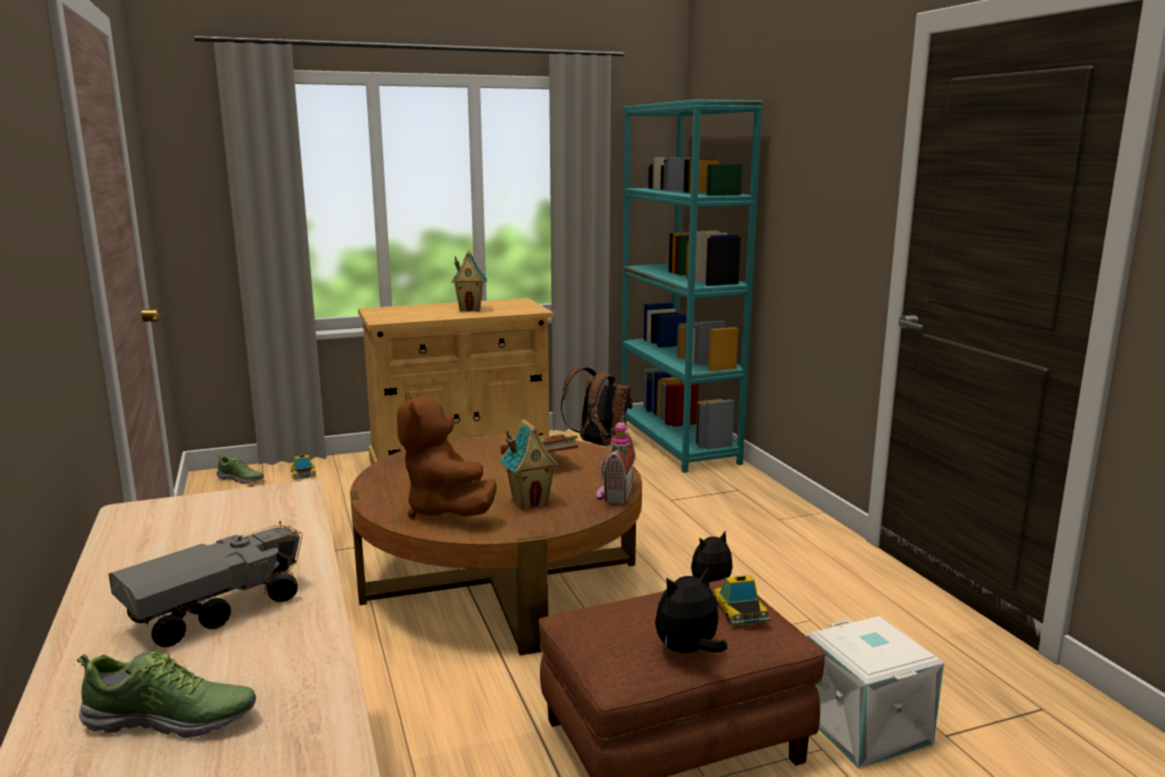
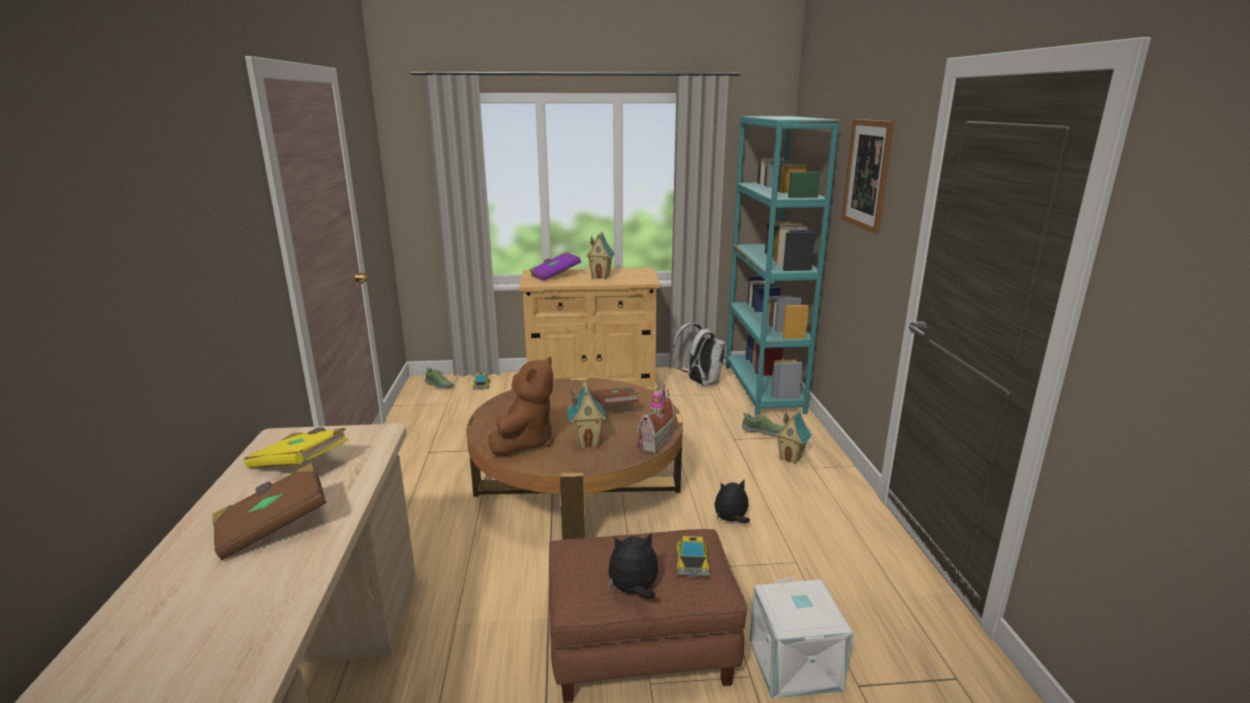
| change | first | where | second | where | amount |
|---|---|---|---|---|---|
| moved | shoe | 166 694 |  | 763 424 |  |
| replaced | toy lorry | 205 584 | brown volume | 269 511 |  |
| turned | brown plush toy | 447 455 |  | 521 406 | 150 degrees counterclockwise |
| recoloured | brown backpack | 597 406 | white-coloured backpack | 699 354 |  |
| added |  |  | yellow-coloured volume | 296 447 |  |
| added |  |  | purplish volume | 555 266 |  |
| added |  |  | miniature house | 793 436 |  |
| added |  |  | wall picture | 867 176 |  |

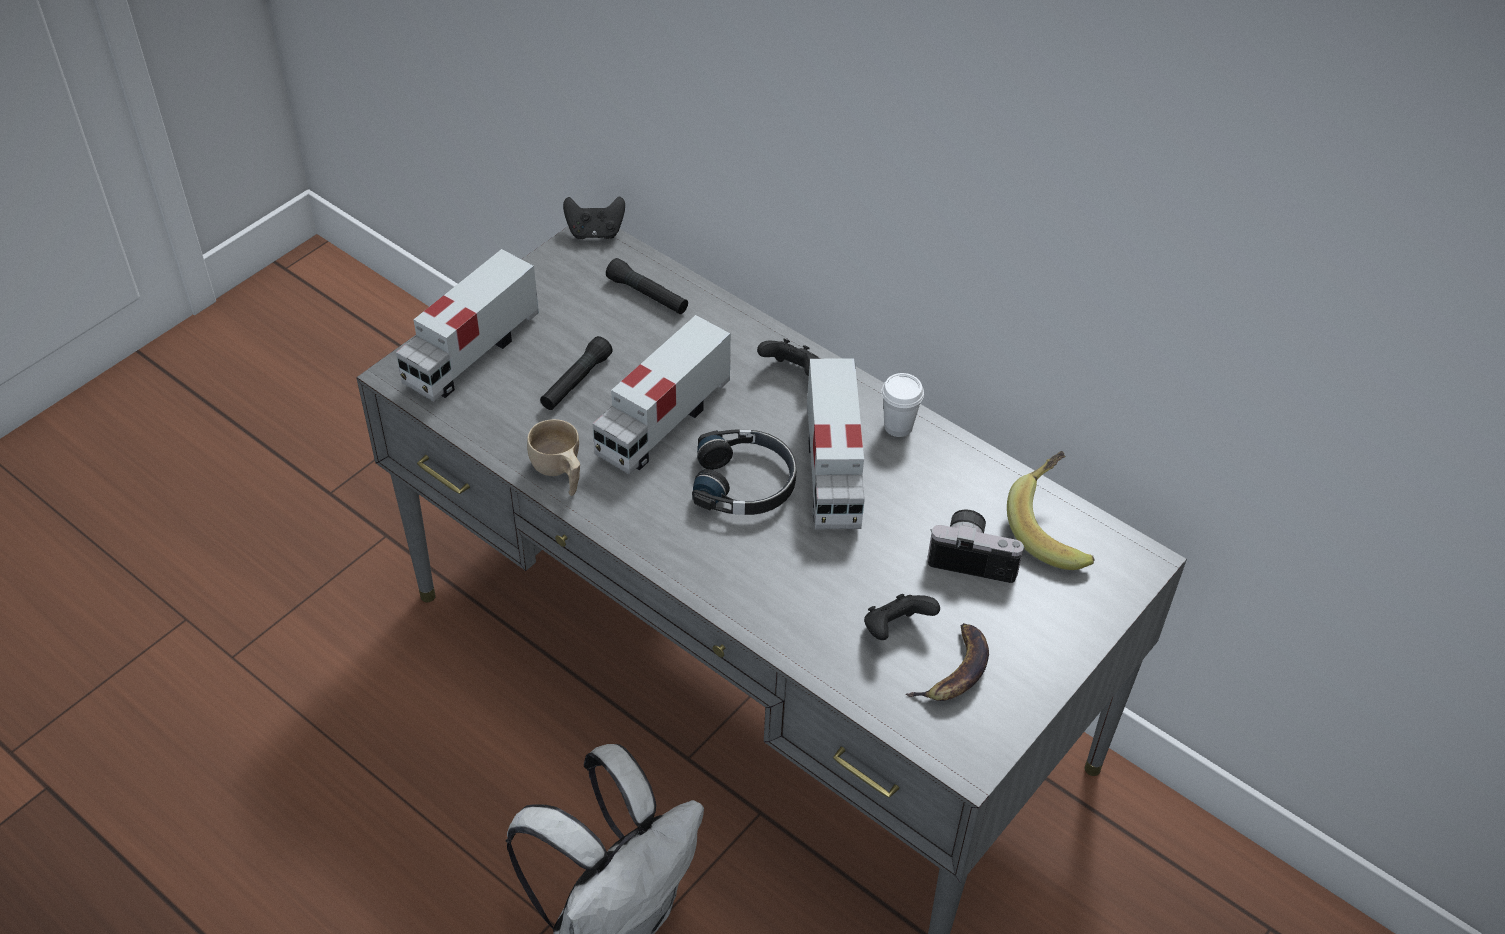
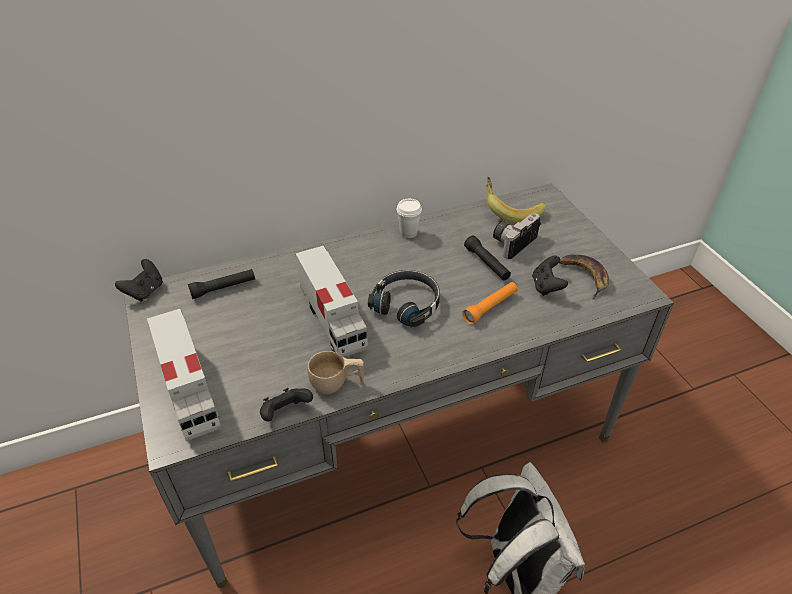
| change | first | where | second | where | amount |
|---|---|---|---|---|---|
| moved | black flashlight | 576 373 |  | 487 258 |  |
| moved | black joypad | 788 357 |  | 286 405 |  |
| removed | toy lorry | 836 444 |  |  |  |
| added |  |  | orange flashlight | 490 303 |  |

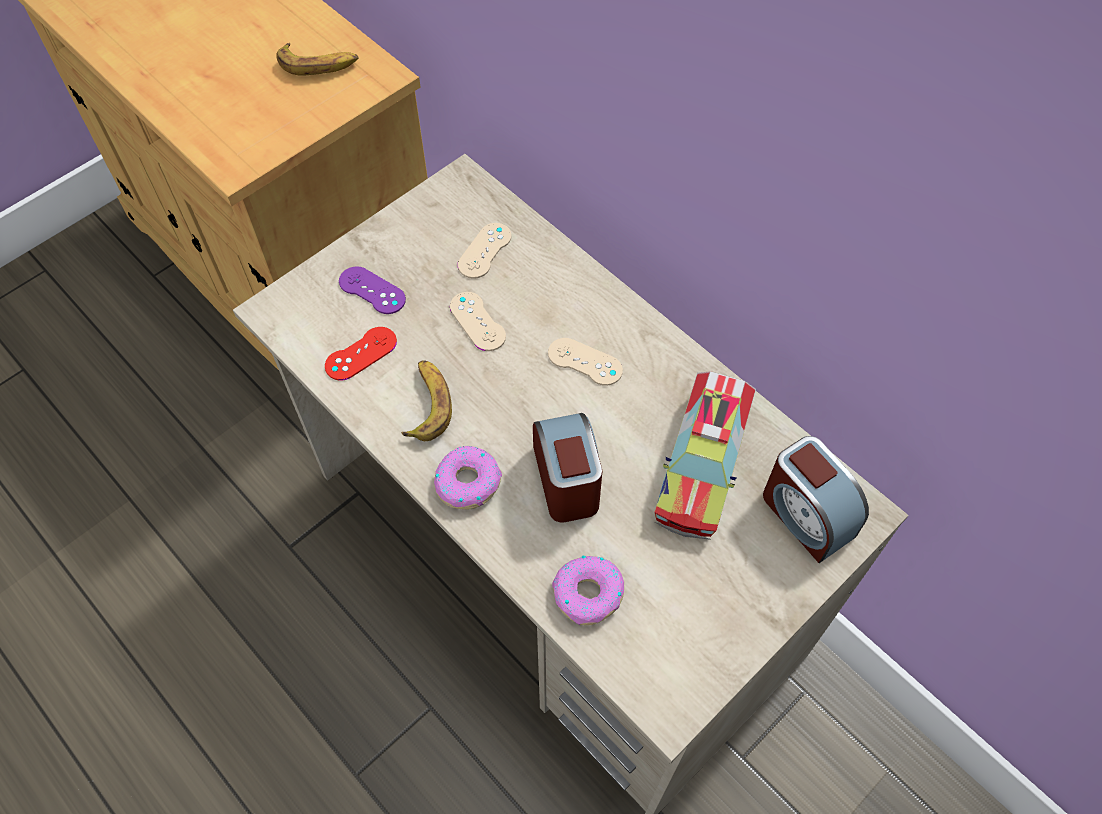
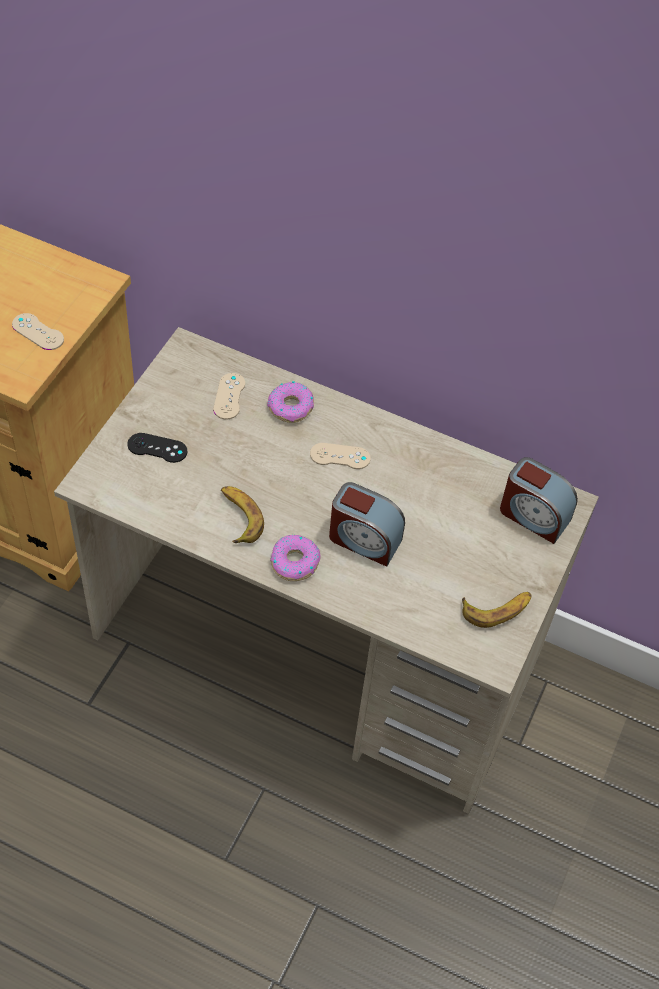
| change | first | where | second | where | amount |
|---|---|---|---|---|---|
| moved | banana fruit | 317 59 |  | 497 610 |  |
| removed | red joypad | 361 353 |  |  |  |
| recoloured | purplish joypad | 372 290 | black joypad | 157 448 |  |
| moved | sand-coloured joypad | 478 321 |  | 38 331 |  |
| turned | alarm clock | 567 468 |  | 367 524 | 150 degrees clockwise |
| moved | doughnut | 588 590 |  | 290 402 |  |
| removed | toy lorry | 705 455 |  |  |  |

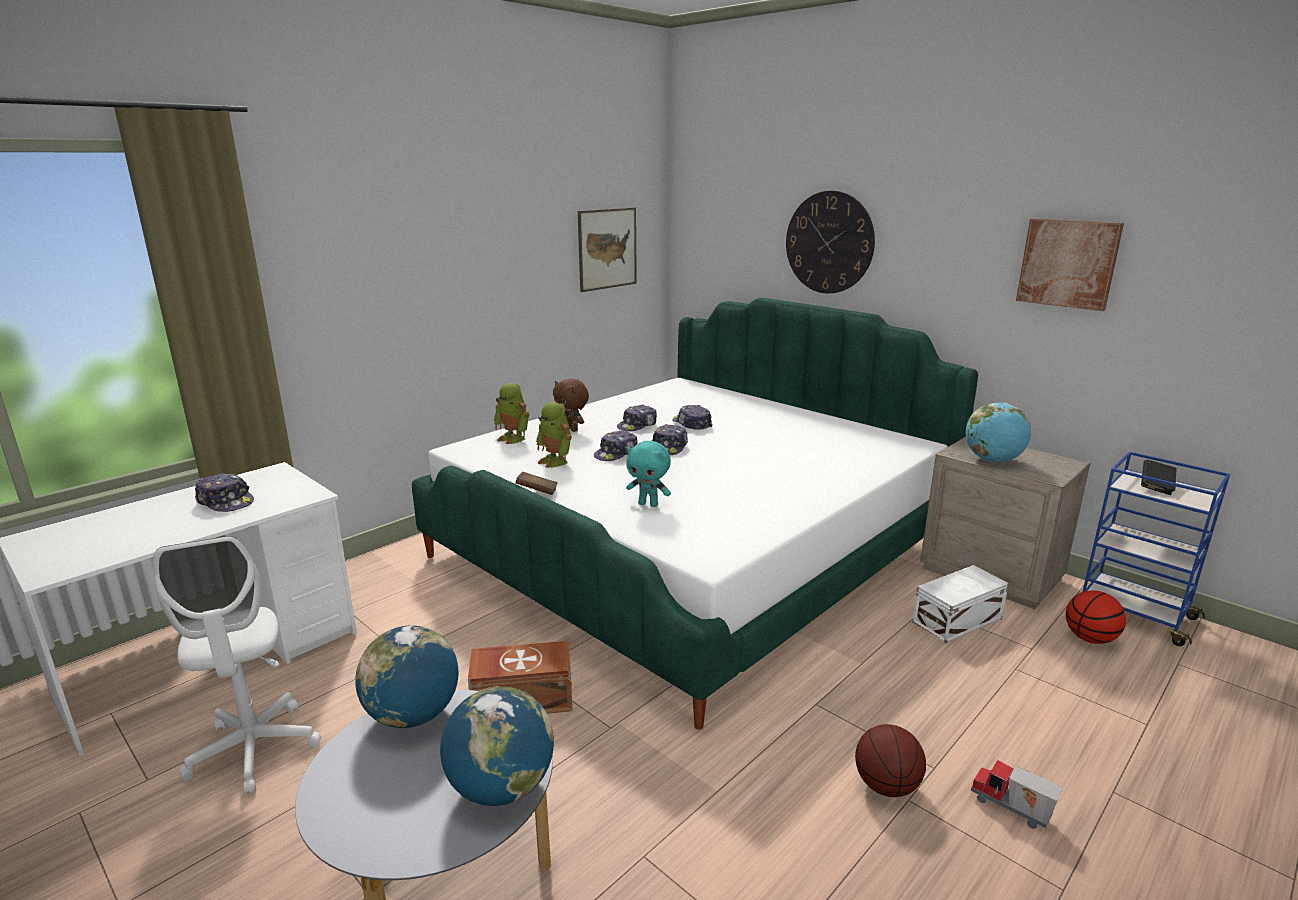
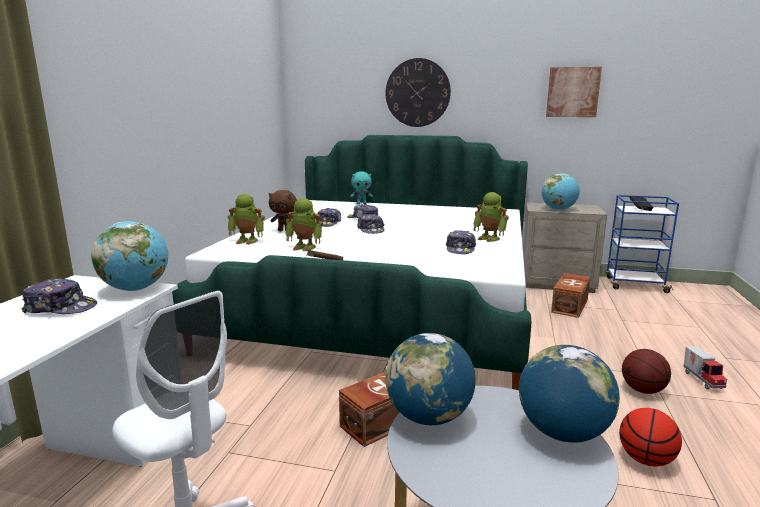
| change | first | where | second | where | amount |
|---|---|---|---|---|---|
| removed | wall picture | 607 249 |  |  |  |
| moved | baseball cap | 616 445 |  | 461 242 |  |
| moved | turquoise-coloured plush toy | 648 474 |  | 361 187 |  |
| recoloured | white-coloured storage bin | 960 604 | brown storage bin | 570 295 |  |
| turned | toy lorry | 1017 794 |  | 705 368 | 105 degrees counterclockwise |
| moved | basketball ball | 1096 617 |  | 650 437 |  |
| added |  |  | desk globe | 129 256 |  |
| added |  |  | toy robot | 491 217 |  |

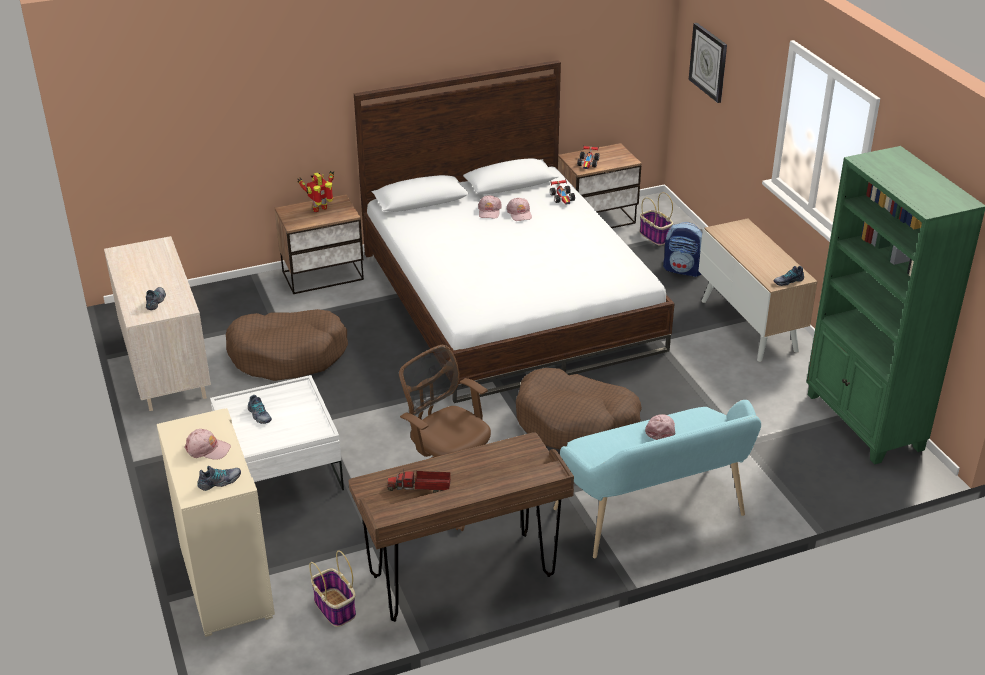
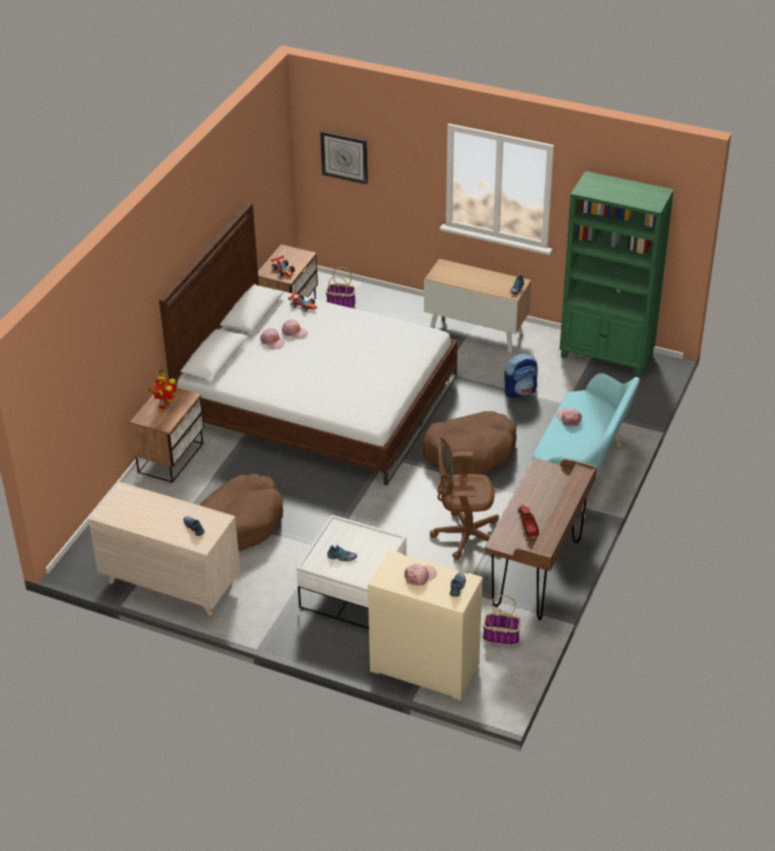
| change | first | where | second | where | amount |
|---|---|---|---|---|---|
| turned | toy lorry | 419 481 |  | 528 521 | 120 degrees clockwise |
| moved | backpack | 682 249 |  | 521 375 |  |

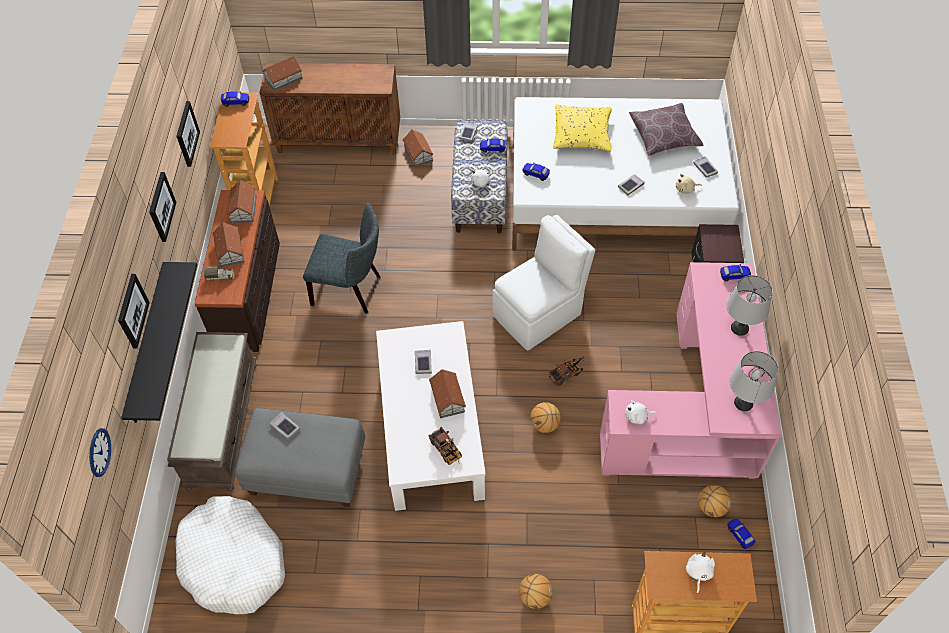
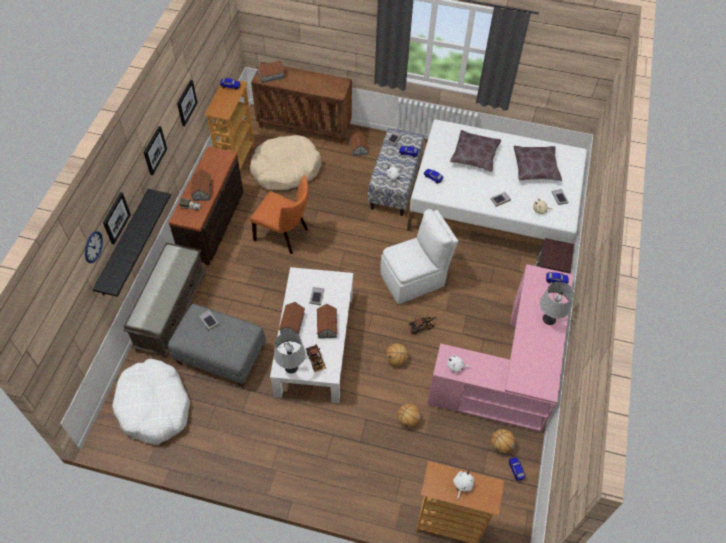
| change | first | where | second | where | amount |
|---|---|---|---|---|---|
| moved | wall clock | 100 452 |  | 94 247 |  |
| moved | miniature house | 242 201 |  | 292 319 |  |
| recoloured | grey chair | 341 258 | orange chair | 279 214 |  |
| moved | basketball ball | 536 591 |  | 409 415 |  |
| recoloured | yellow-coloured pillow | 582 128 | brown pillow | 475 151 |  |
| moved | grey lamp for a table | 754 381 |  | 290 352 |  |
| added |  |  | sand-coloured pet bed | 285 162 |  |

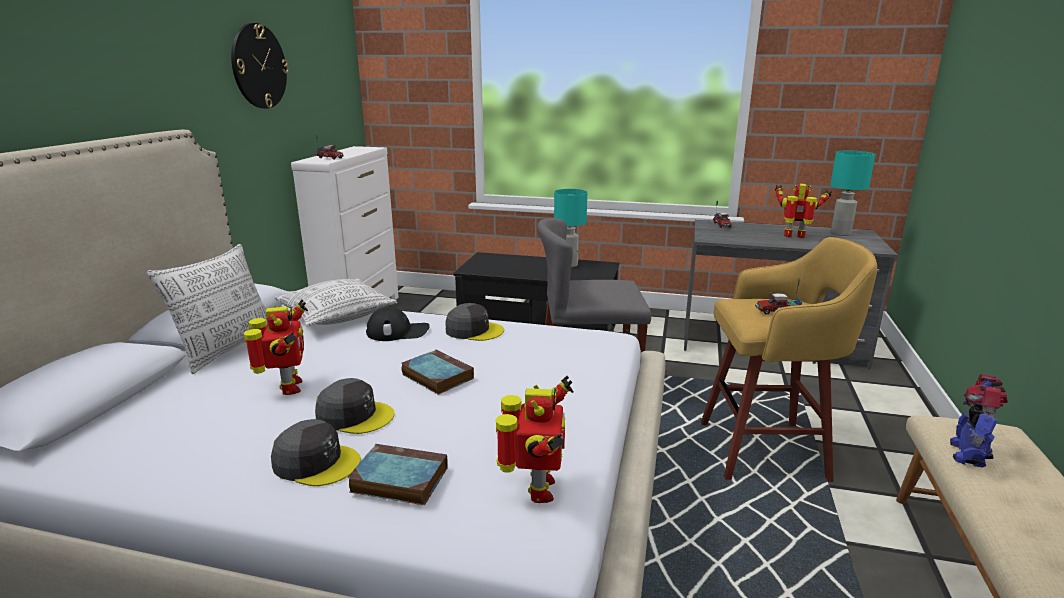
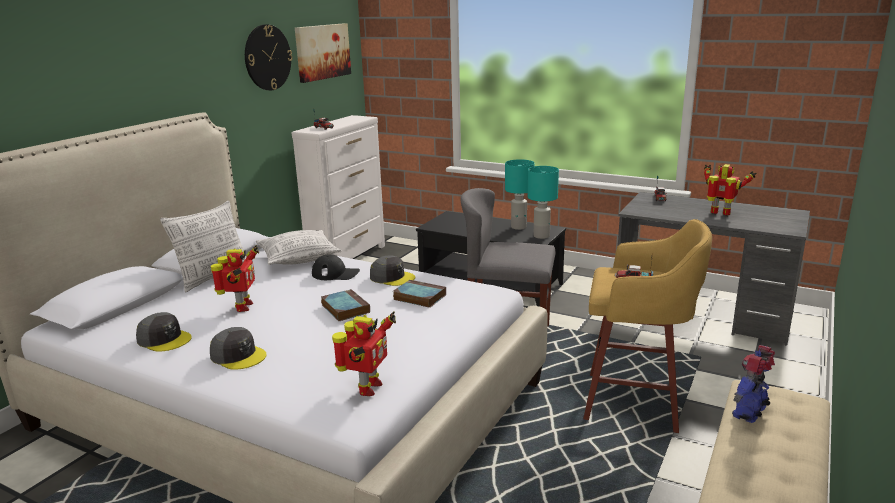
| change | first | where | second | where | amount |
|---|---|---|---|---|---|
| moved | grey baseball cap | 355 406 |  | 164 332 |  |
| moved | volume | 397 474 |  | 419 294 |  |
| moved | turquoise-coloured lamp for a table | 853 193 |  | 543 202 |  |
| added |  |  | wall picture | 323 53 |  |

